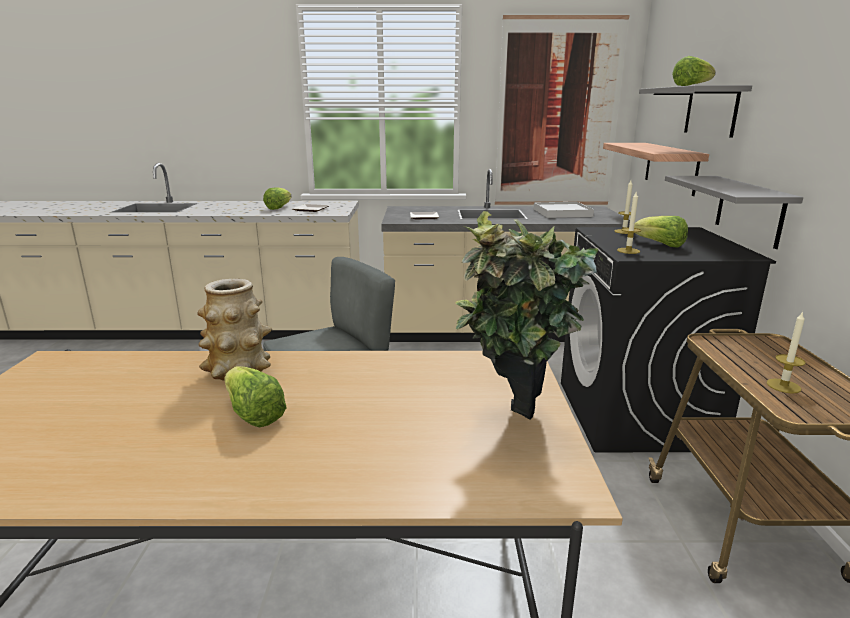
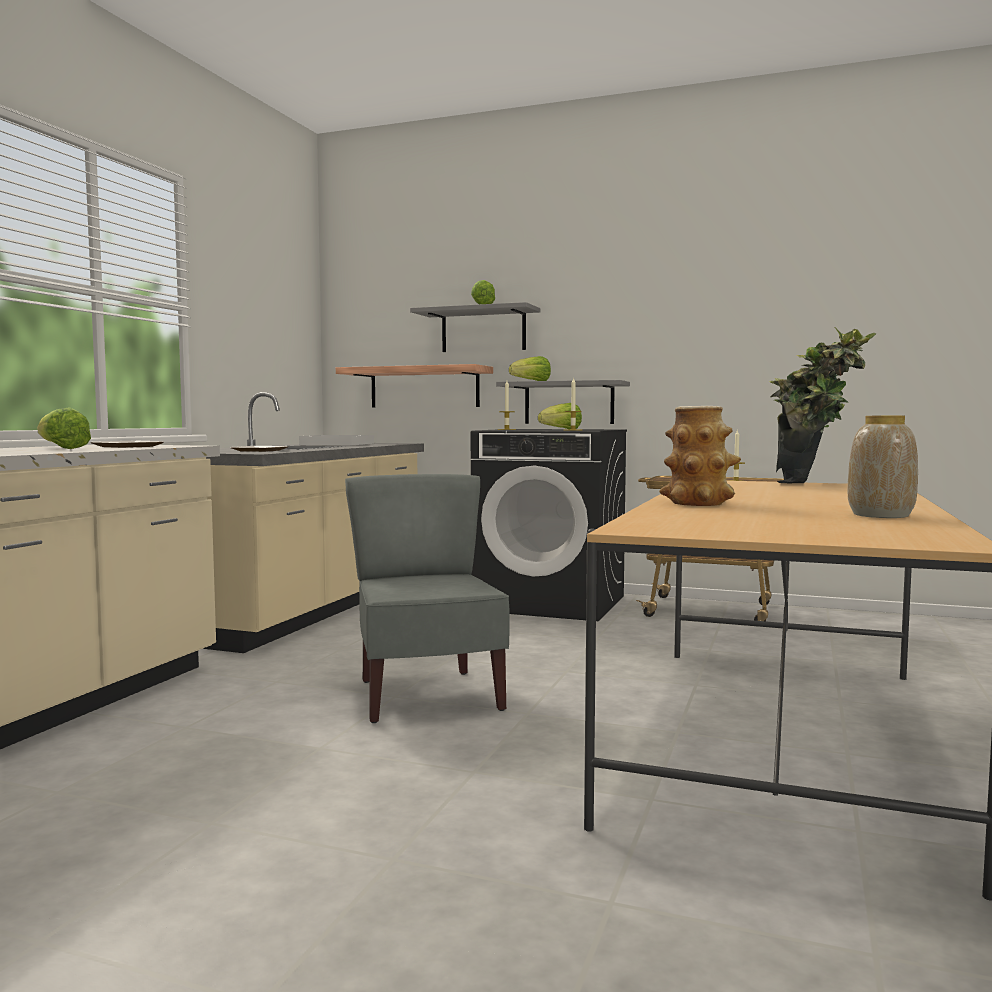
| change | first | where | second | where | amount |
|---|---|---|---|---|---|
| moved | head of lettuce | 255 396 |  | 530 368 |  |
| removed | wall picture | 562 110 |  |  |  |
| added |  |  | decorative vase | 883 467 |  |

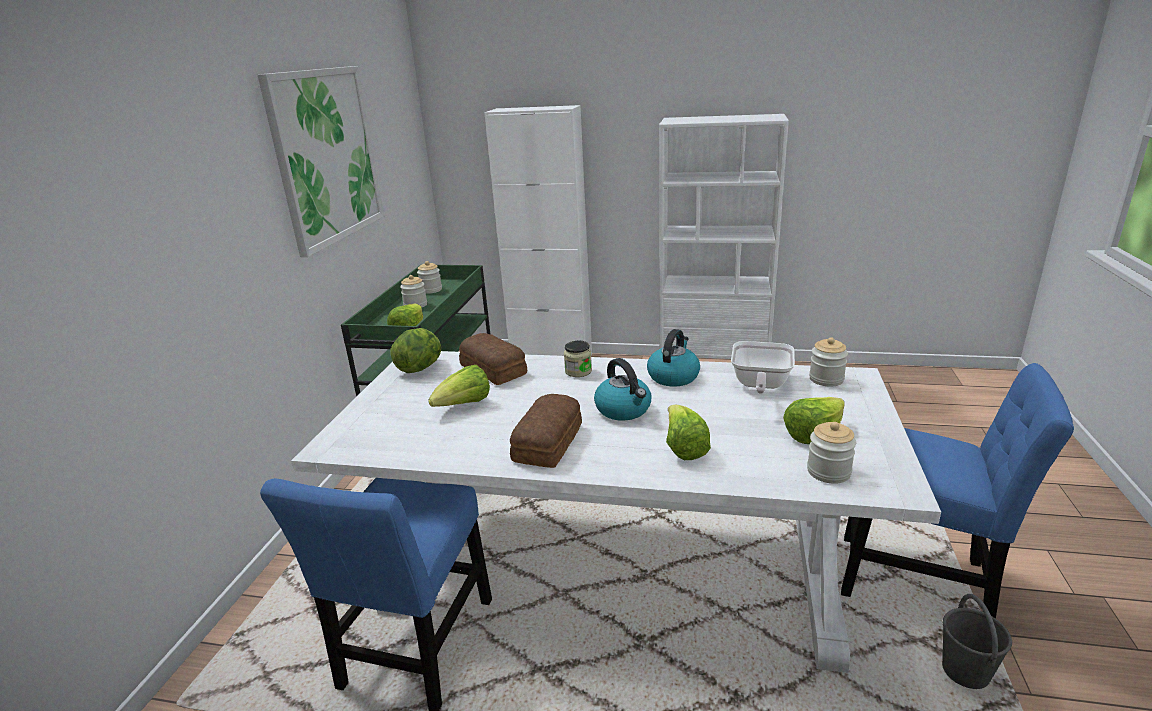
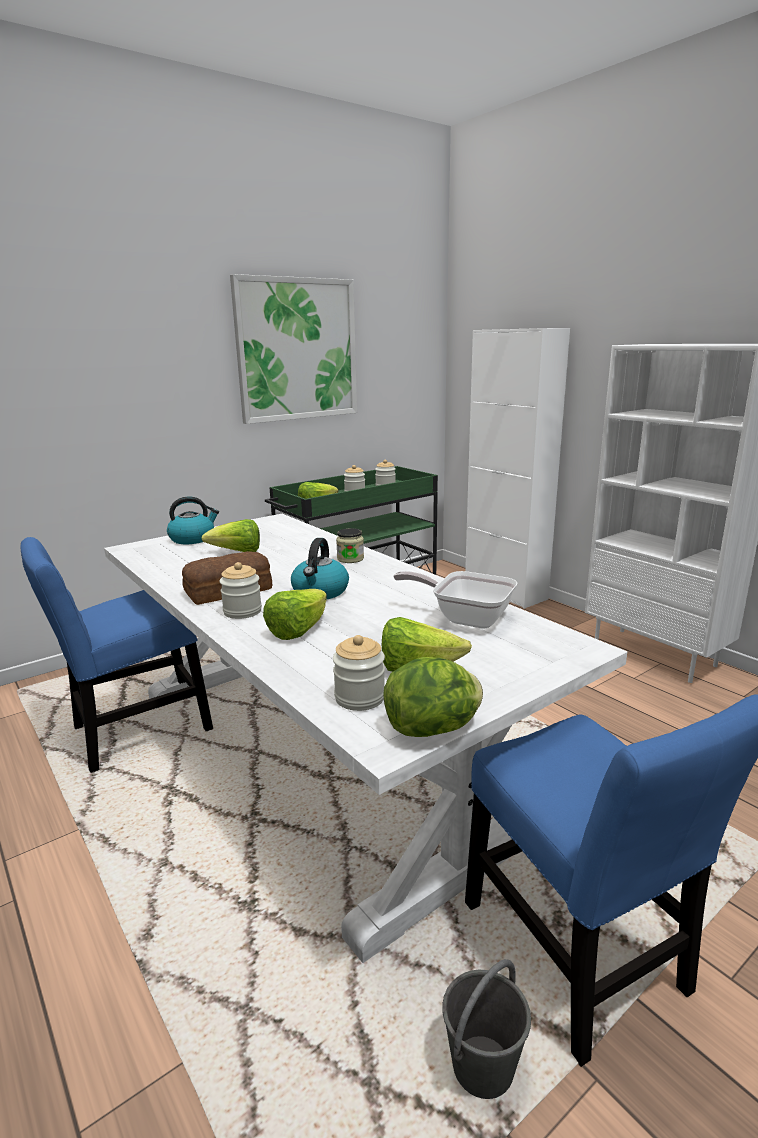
| change | first | where | second | where | amount |
|---|---|---|---|---|---|
| moved | head of lettuce | 415 350 |  | 433 697 |  |
| removed | baked bread | 493 359 |  |  |  |
| moved | kettle | 673 357 |  | 193 520 |  |
| turned | frying pan | 763 367 |  | 455 599 | 60 degrees clockwise |
| moved | jar | 828 362 |  | 241 590 |  |

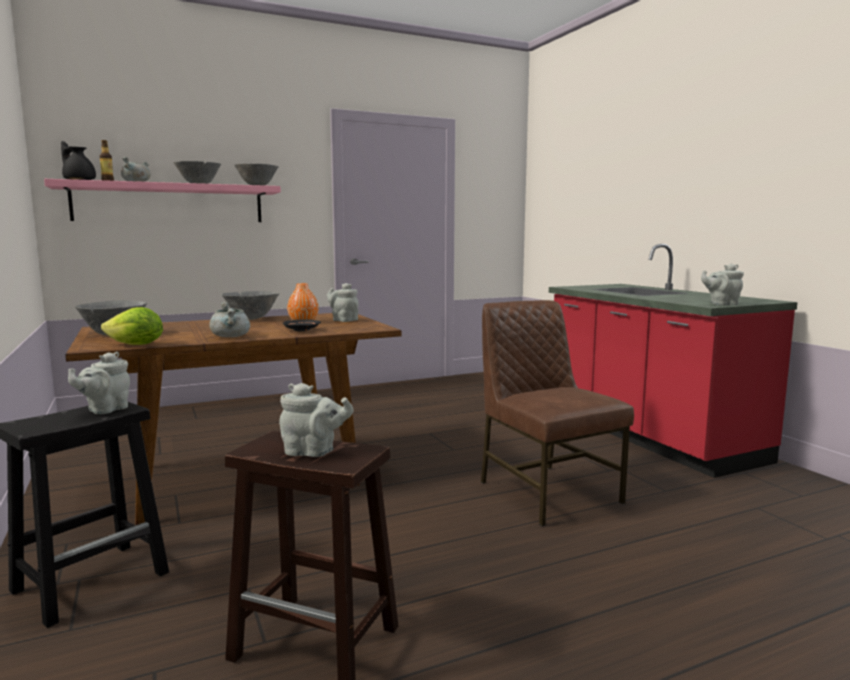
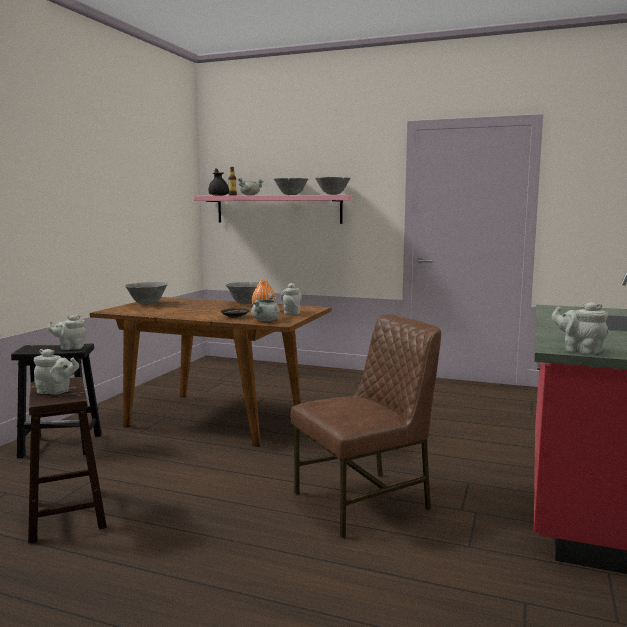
| change | first | where | second | where | amount |
|---|---|---|---|---|---|
| removed | head of lettuce | 132 326 |  |  |  |
| moved | grey stockpot | 229 319 |  | 265 307 |  |
| turned | grey teapot | 316 420 |  | 56 371 | 45 degrees counterclockwise |
| turned | brown chair | 557 413 |  | 365 426 | 45 degrees clockwise |

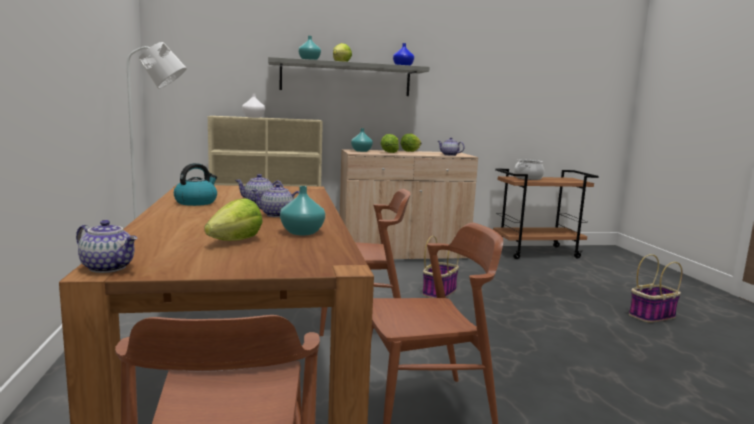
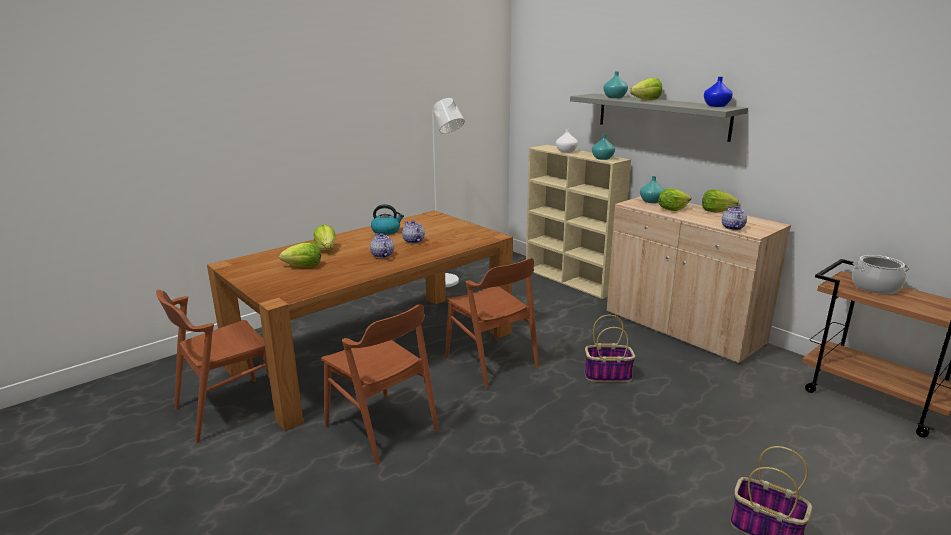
| change | first | where | second | where | amount |
|---|---|---|---|---|---|
| removed | teapot | 106 246 |  |  |  |
| moved | turquoise-coloured decorative vase | 302 210 |  | 603 147 |  |
| added |  |  | head of lettuce | 325 237 |  |

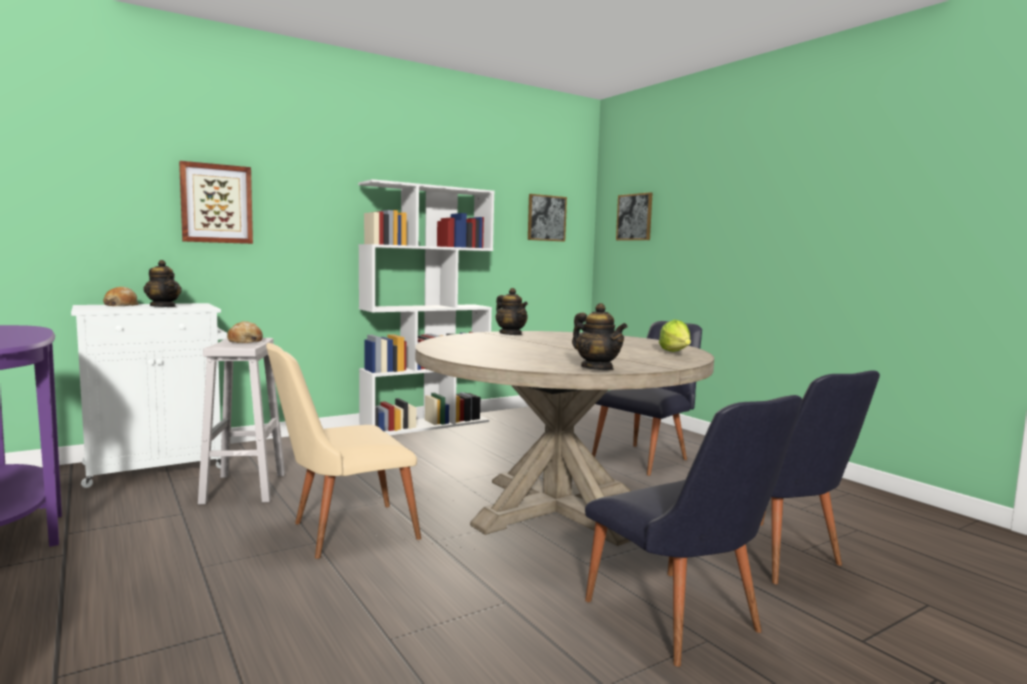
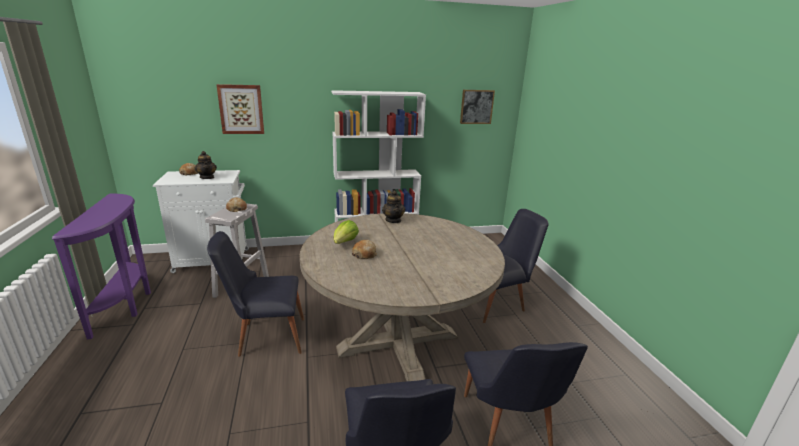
| change | first | where | second | where | amount |
|---|---|---|---|---|---|
| recoloured | sand-coloured chair | 343 451 | black chair | 255 294 |  |
| removed | teapot | 599 336 |  |  |  |
| removed | wall picture | 634 216 |  |  |  |
| moved | head of lettuce | 675 335 |  | 346 232 |  |
| added |  |  | baked bread | 364 249 |  |

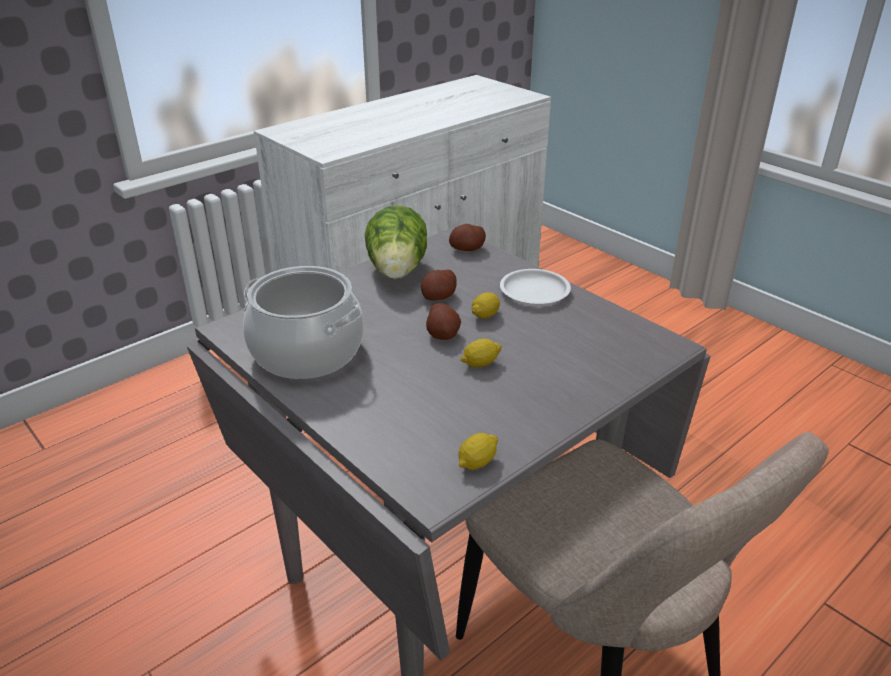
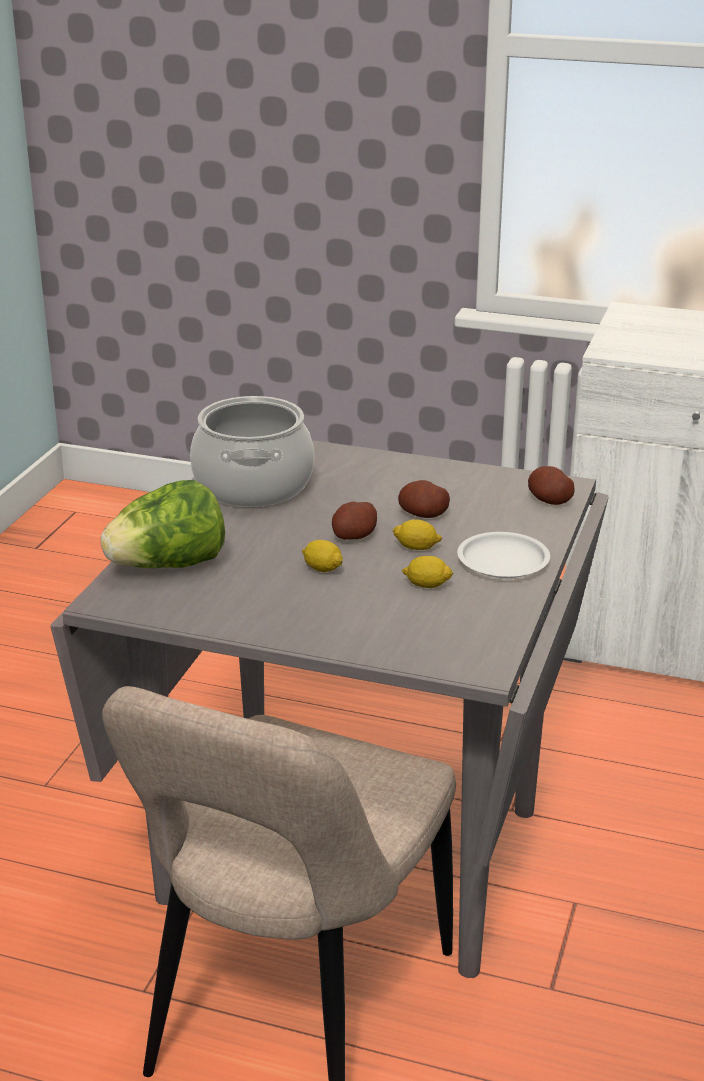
| change | first | where | second | where | amount |
|---|---|---|---|---|---|
| moved | head of lettuce | 396 242 |  | 162 524 |  |
| moved | citrus fruit | 478 451 |  | 428 572 |  |

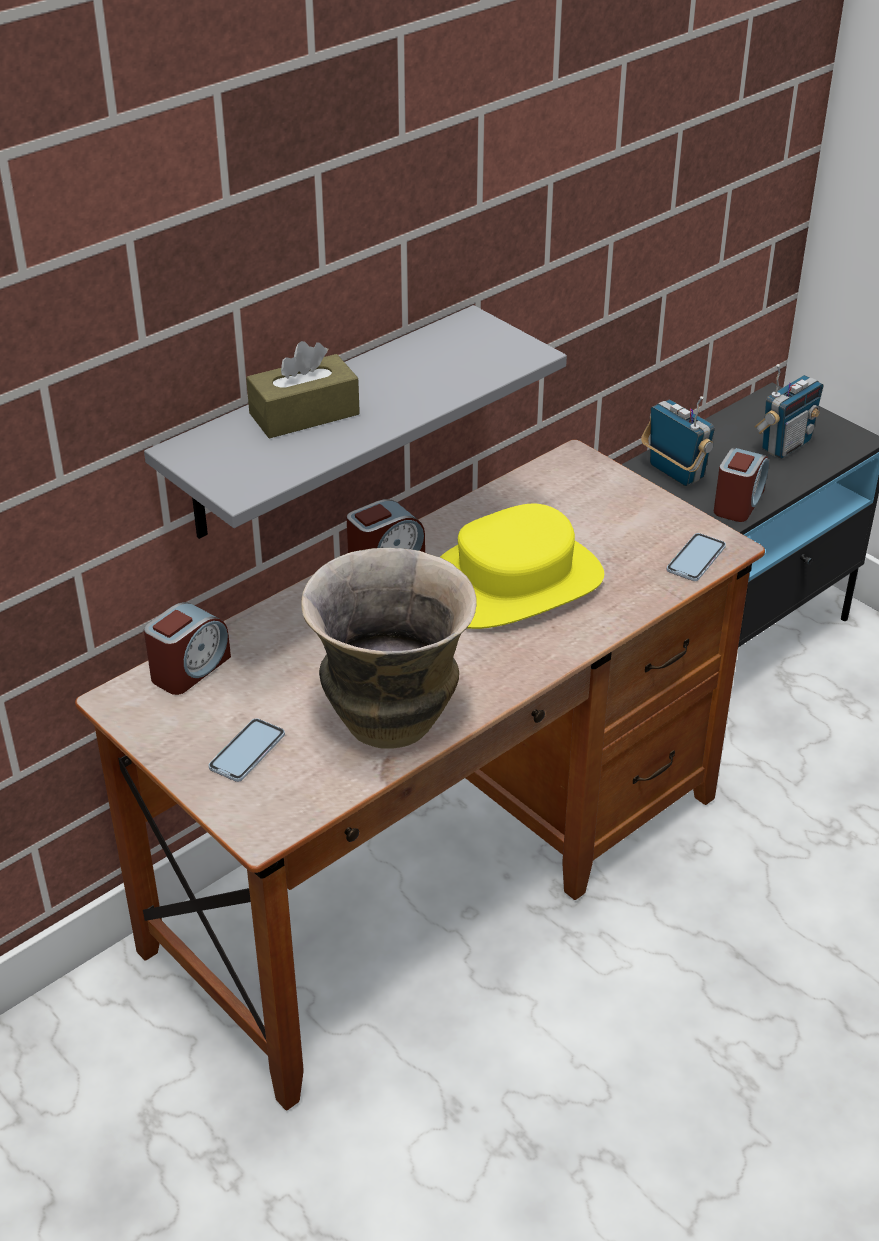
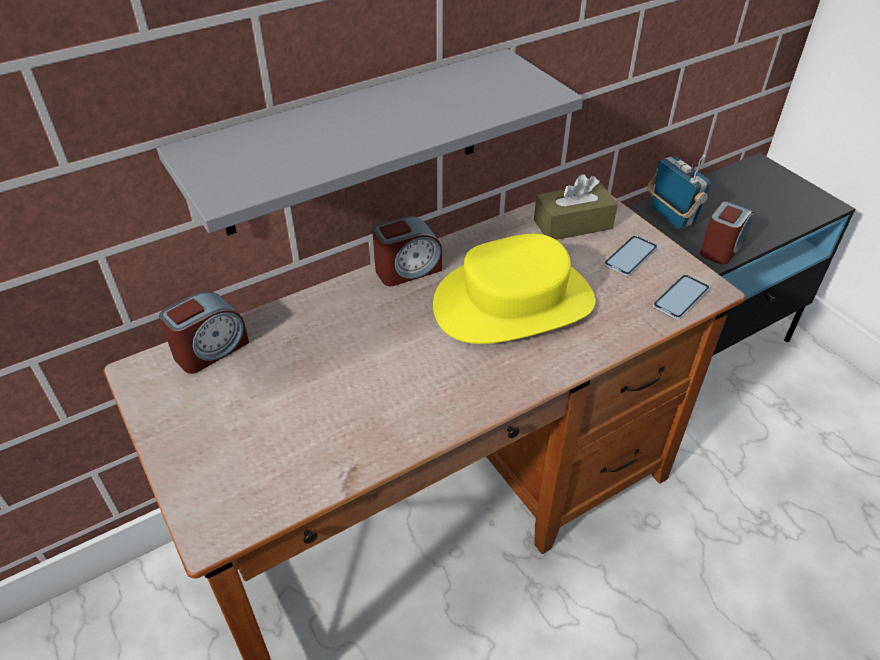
| change | first | where | second | where | amount |
|---|---|---|---|---|---|
| moved | phone | 247 750 |  | 631 255 |  |
| moved | brown box of tissues | 303 390 |  | 576 207 |  |
| removed | decorative vase | 389 648 |  |  |  |
| removed | radio set | 789 411 |  |  |  |

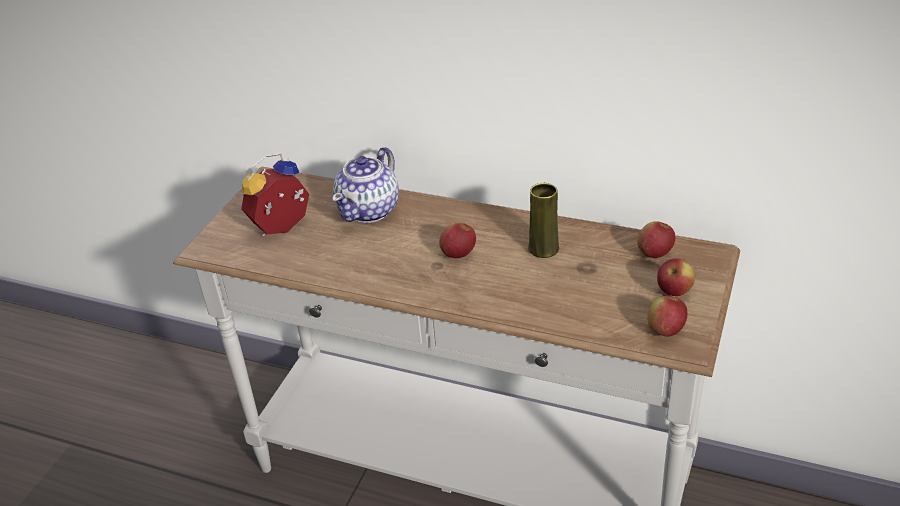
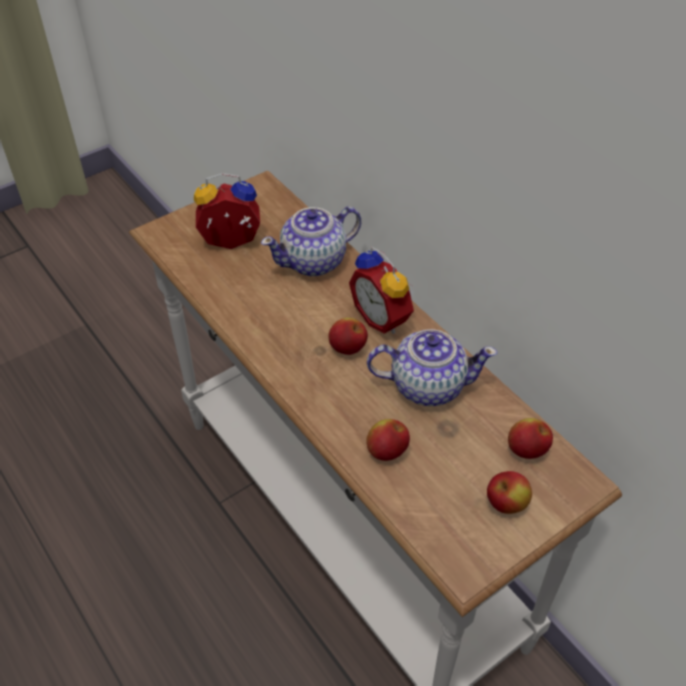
| change | first | where | second | where | amount |
|---|---|---|---|---|---|
| replaced | yellow-coloured decorative vase | 543 220 | teapot | 432 367 |  |
| moved | apple fruit | 667 316 |  | 388 440 |  |
| added |  |  | alarm clock | 381 290 |  |

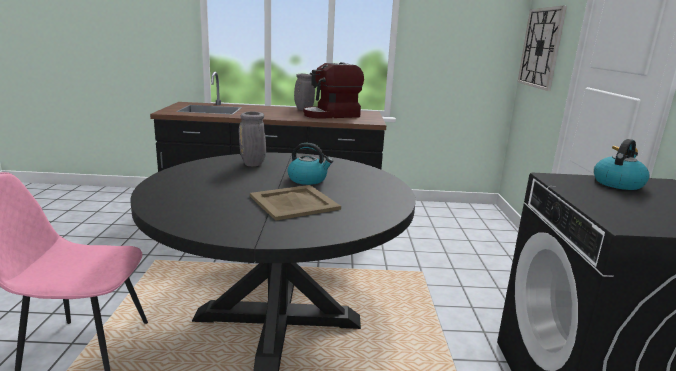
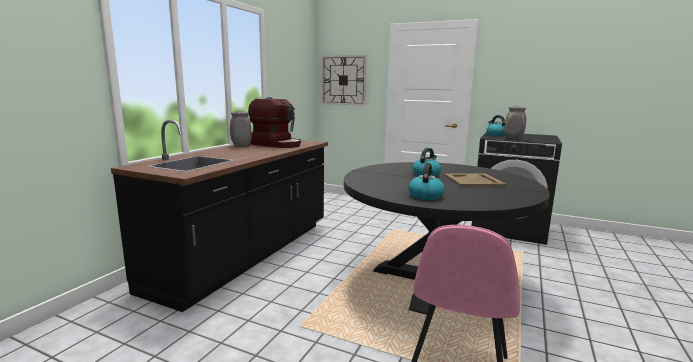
| change | first | where | second | where | amount |
|---|---|---|---|---|---|
| moved | grey decorative vase | 252 139 |  | 515 122 |  |
| turned | coffee maker | 333 90 |  | 274 123 | 60 degrees counterclockwise |
| added |  |  | kettle | 427 181 |  |

